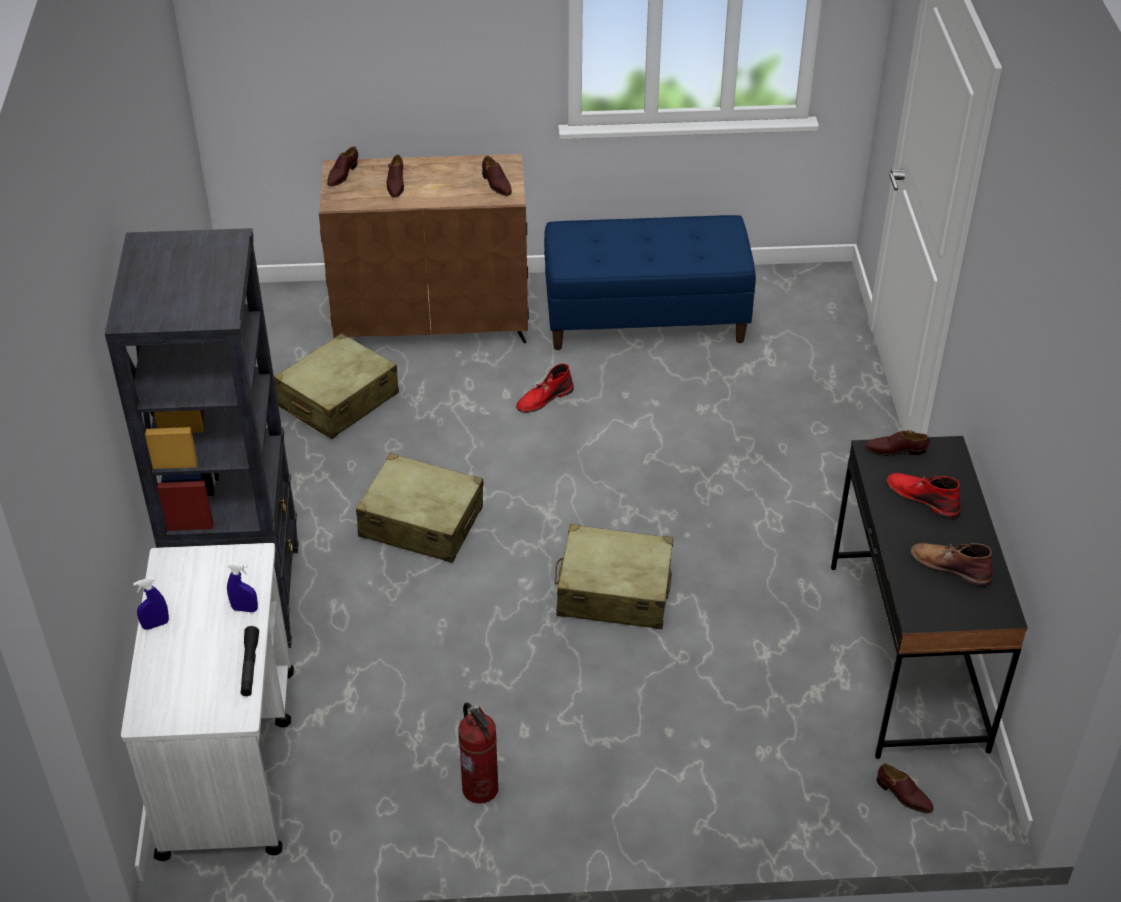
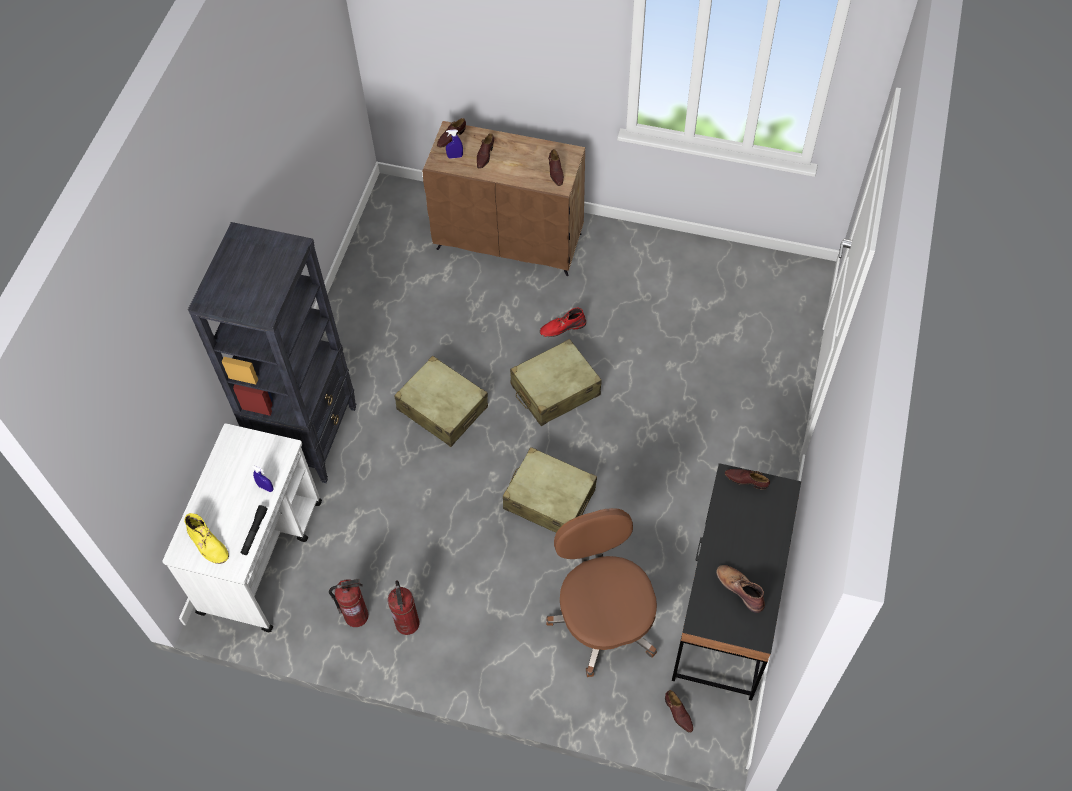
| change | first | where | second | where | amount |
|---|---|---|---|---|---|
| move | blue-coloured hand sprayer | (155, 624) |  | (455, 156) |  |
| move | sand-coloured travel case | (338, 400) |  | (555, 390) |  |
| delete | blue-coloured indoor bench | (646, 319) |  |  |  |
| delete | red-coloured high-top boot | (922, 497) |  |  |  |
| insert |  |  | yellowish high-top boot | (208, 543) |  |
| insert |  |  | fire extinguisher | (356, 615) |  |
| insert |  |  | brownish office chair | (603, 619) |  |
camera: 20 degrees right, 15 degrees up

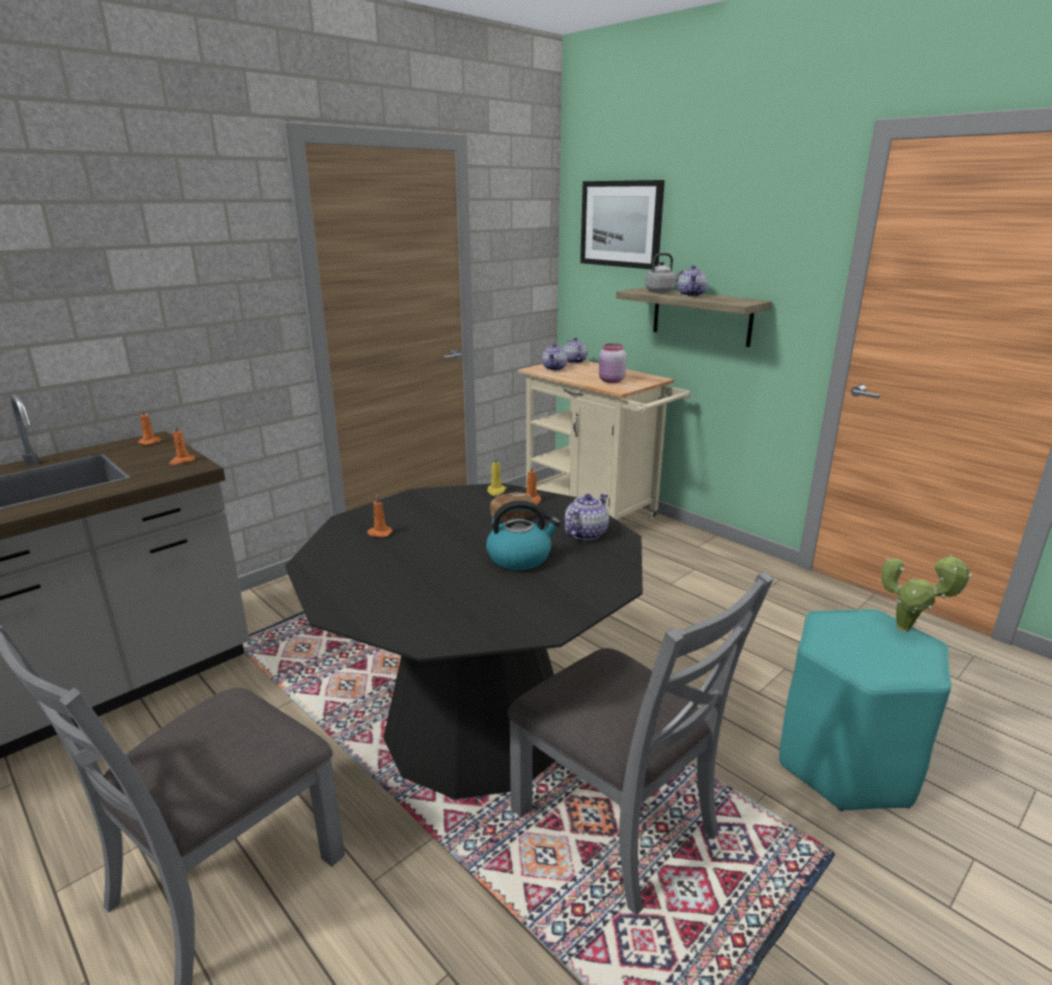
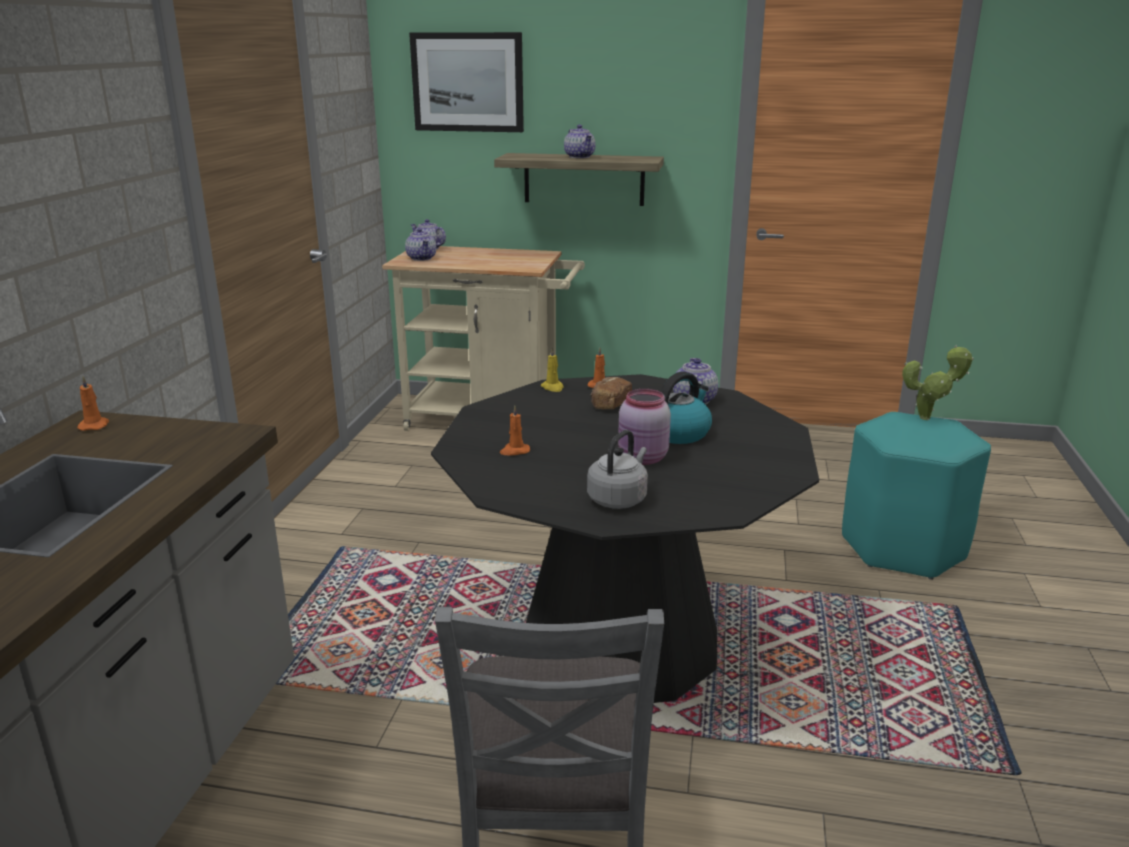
| change | first | where | second | where | amount |
|---|---|---|---|---|---|
| delete | orange-coloured wax light | (182, 461) |  |  |  |
| delete | gray plain chair | (616, 822) |  |  |  |
| move | pink preserve jar | (611, 381) |  | (643, 459) |  |
| move | gray kettle | (661, 291) |  | (619, 499) |  |
camera: 35 degrees left, 0 degrees up

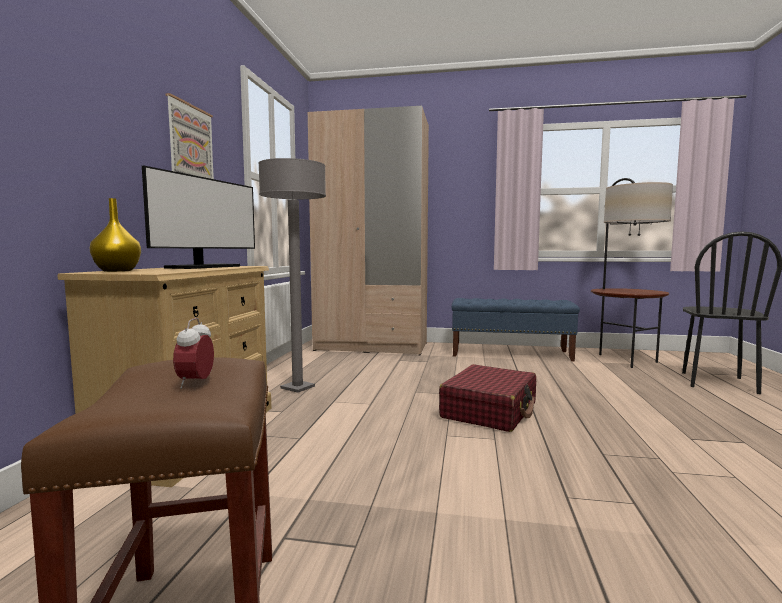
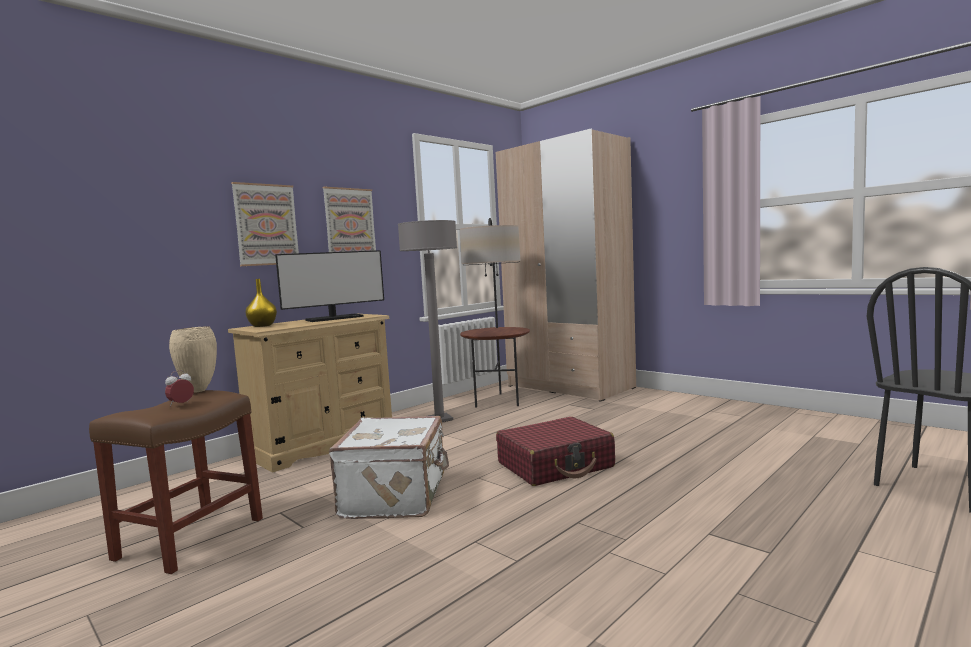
| change | first | where | second | where | amount |
|---|---|---|---|---|---|
| delete | blue-coloured indoor bench | (510, 353) |  |  |  |
| move | floor lamp | (624, 360) |  | (498, 401) |  |
| insert |  |  | sand-coloured flower vase | (197, 391) |  |
| insert |  |  | picture | (266, 225) |  |
| insert |  |  | whitish travel case | (397, 496) |  |
camera: 35 degrees right, 0 degrees up

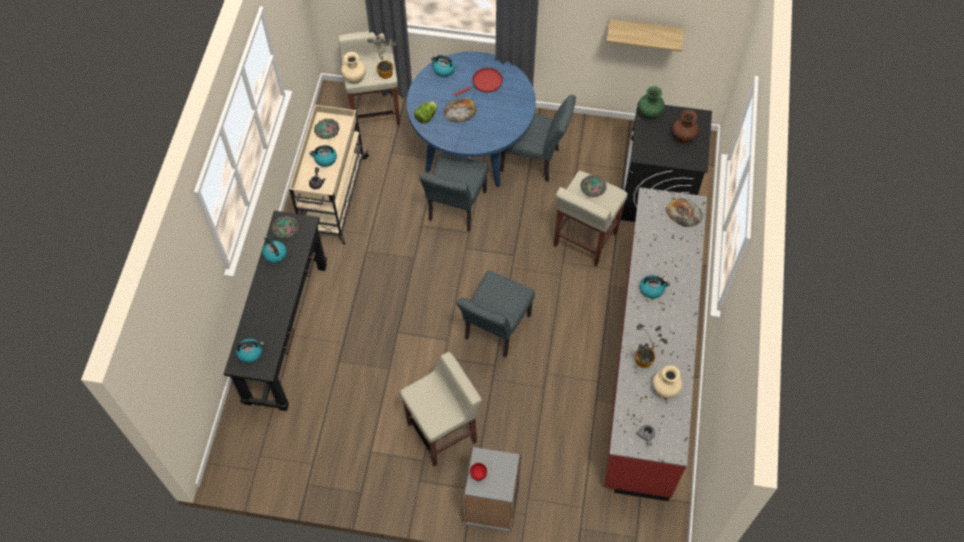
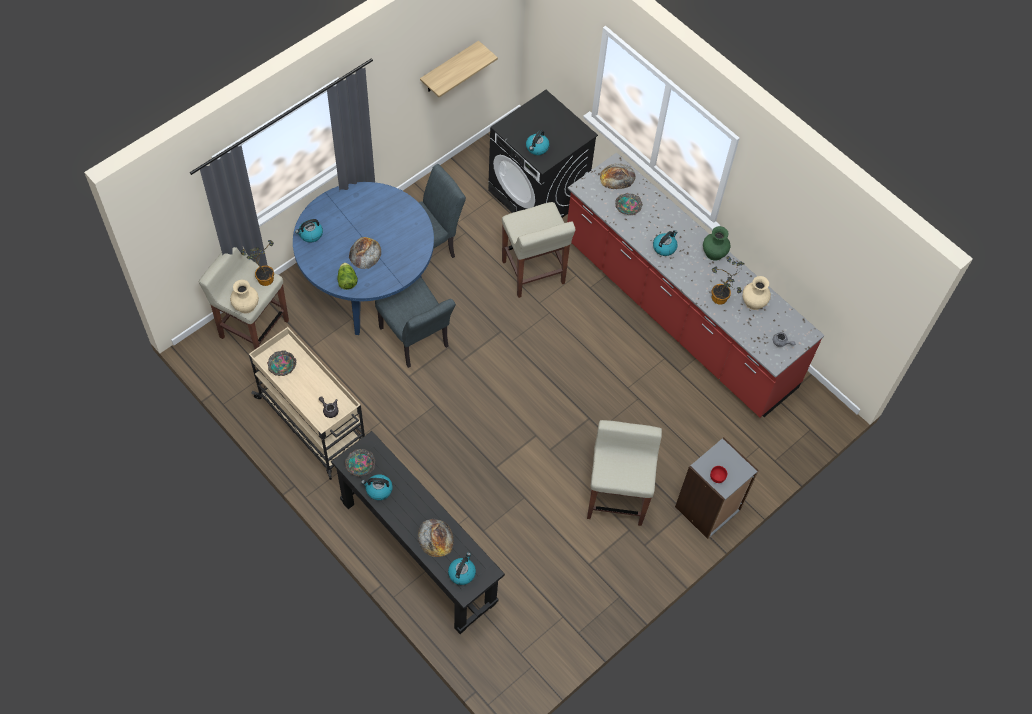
| change | first | where | second | where | amount |
|---|---|---|---|---|---|
| move | kettle | (325, 159) |  | (537, 148) |  |
| delete | red-coloured pan | (485, 83) |  |  |  |
| delete | gray plain chair | (494, 331) |  |  |  |
| move | deep dish | (593, 188) |  | (628, 206) |  |
| move | green-coloured flower vase | (649, 113) |  | (714, 253) |  |
| delete | brownish flower vase | (683, 136) |  |  |  |
| insert |  |  | bread | (435, 538) |  |
camera: 55 degrees left, 0 degrees up

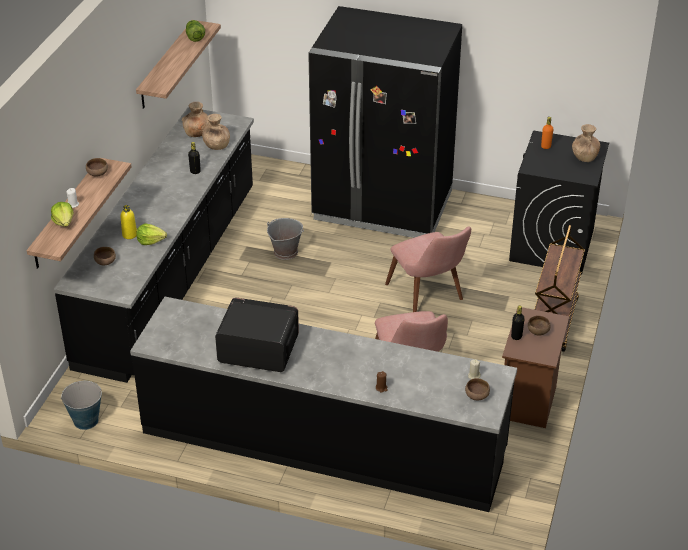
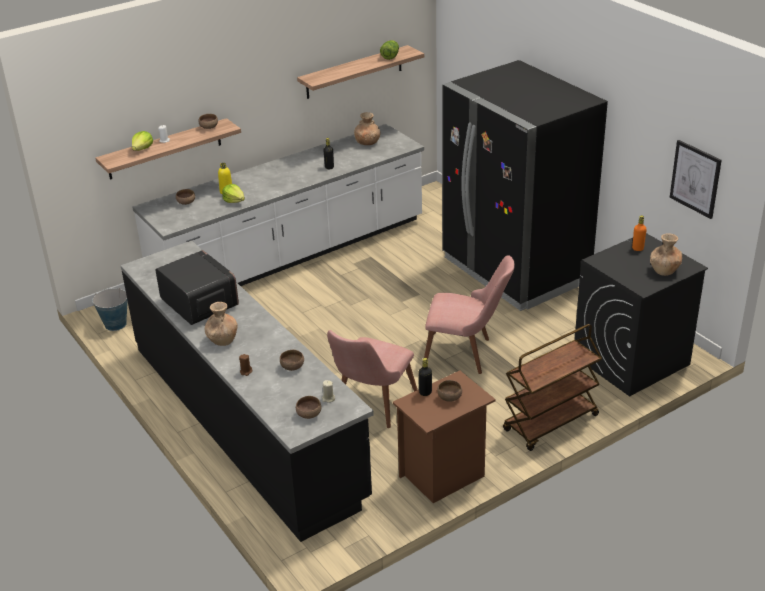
| change | first | where | second | where | amount |
|---|---|---|---|---|---|
| recolor | black kitchen base unit | (170, 275) | whitish kitchen base unit | (291, 254) |  |
| move | brownish flower vase | (216, 145) |  | (222, 339) |  |
| delete | gray water bucket | (285, 252) |  |  |  |
| rotate | pink plain chair | (430, 297) |  | (466, 354) | 90 degrees counterclockwise |
| insert |  |  | brownish deep dish | (292, 366) |  |
| insert |  |  | picture | (695, 178) |  |
camera: 40 degrees right, 5 degrees down

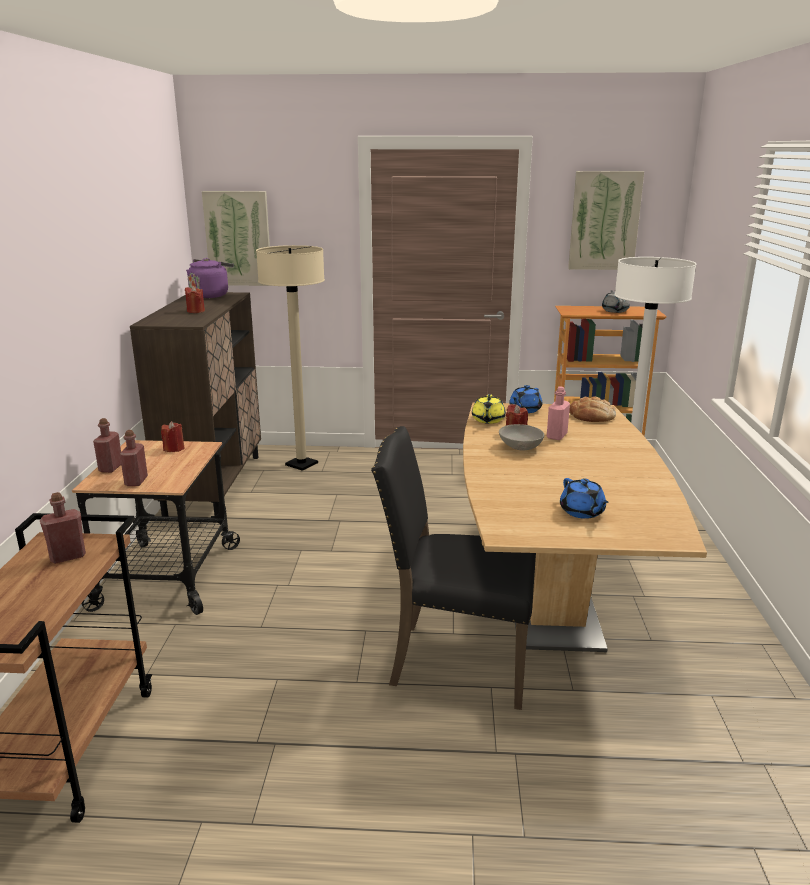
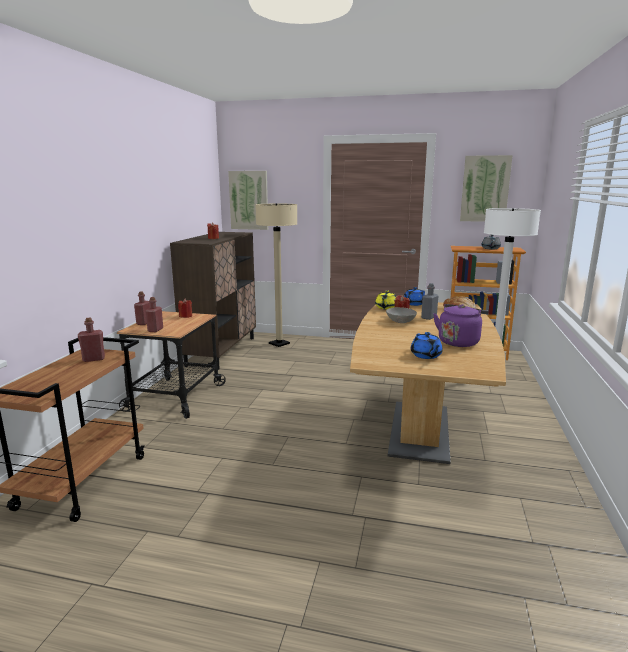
| change | first | where | second | where | amount |
|---|---|---|---|---|---|
| move | purple kettle | (211, 295) |  | (459, 342) |  |
| delete | black plain chair | (456, 661) |  |  |  |
| recolor | pink bottle | (556, 436) | gray bottle | (429, 317) |  |
camera: 10 degrees right, 5 degrees down

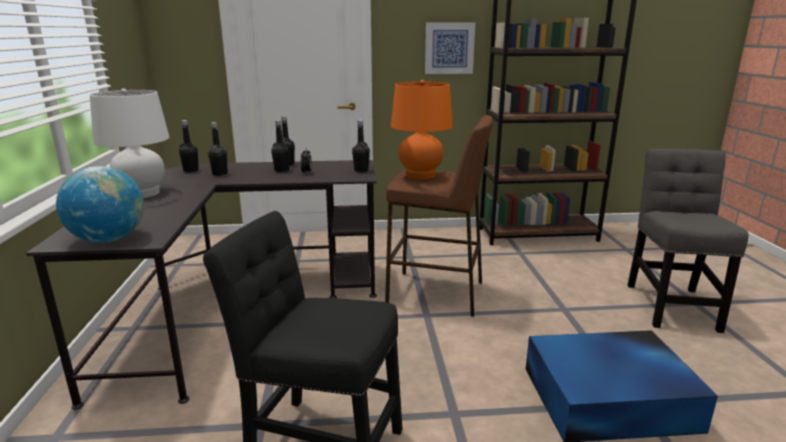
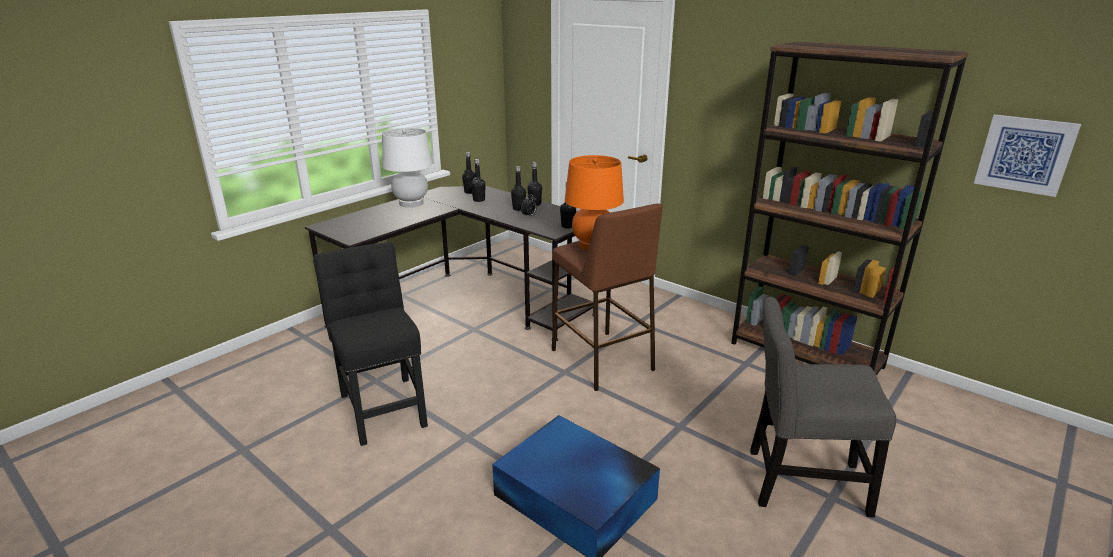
| change | first | where | second | where | amount |
|---|---|---|---|---|---|
| delete | globe | (109, 239) |  |  |  |
| move | picture | (449, 48) |  | (1025, 154) |  |
| rotate | gray plain chair | (671, 304) |  | (800, 482) | 135 degrees counterclockwise |
camera: 45 degrees right, 5 degrees up

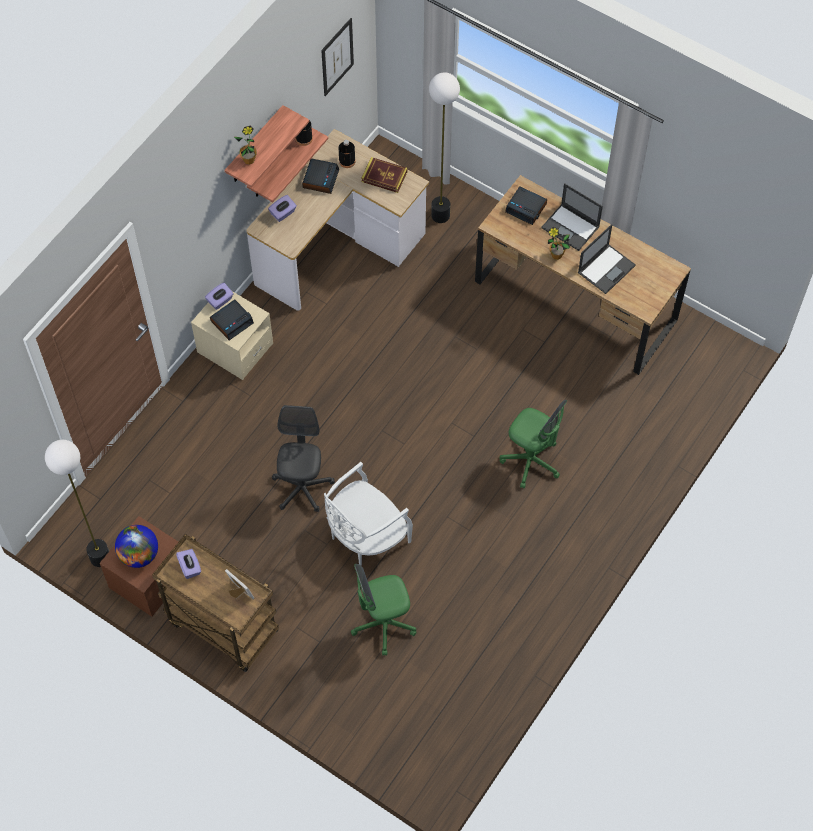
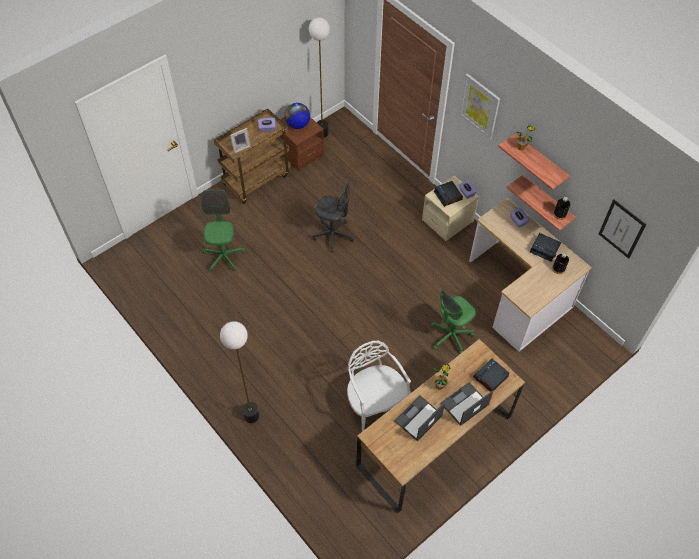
| change | first | where | second | where | amount |
|---|---|---|---|---|---|
| move | whitish plain chair | (366, 536) |  | (375, 402) |  |
| delete | book | (384, 176) |  |  |  |
| move | floor lamp | (440, 215) |  | (251, 416) |  |
| move | green-coloured office chair | (531, 461) |  | (451, 336) |  |
| rotate | laptop | (606, 268) |  | (418, 419) | 75 degrees clockwise |
| insert |  |  | picture | (479, 106) |  |
camera: 105 degrees right, 5 degrees down

